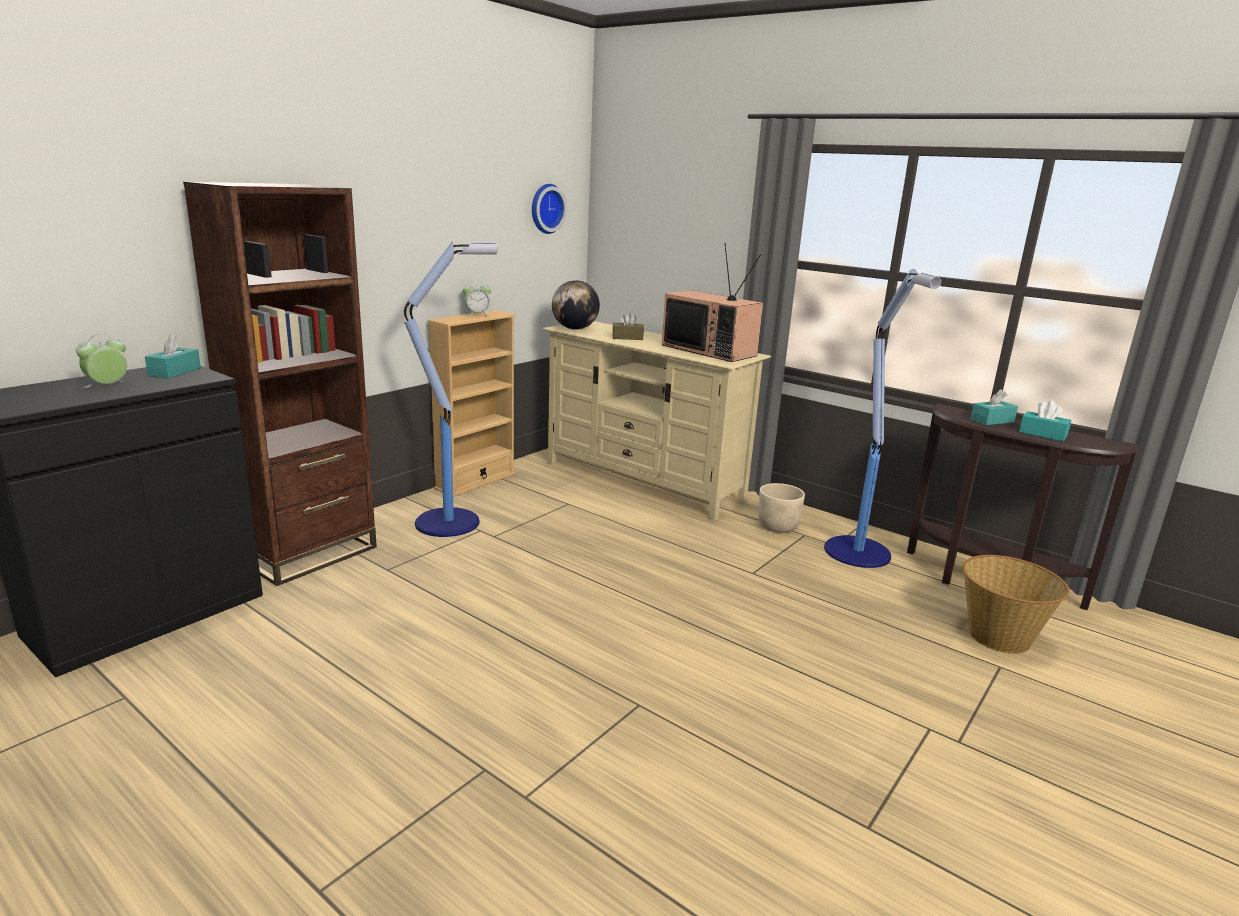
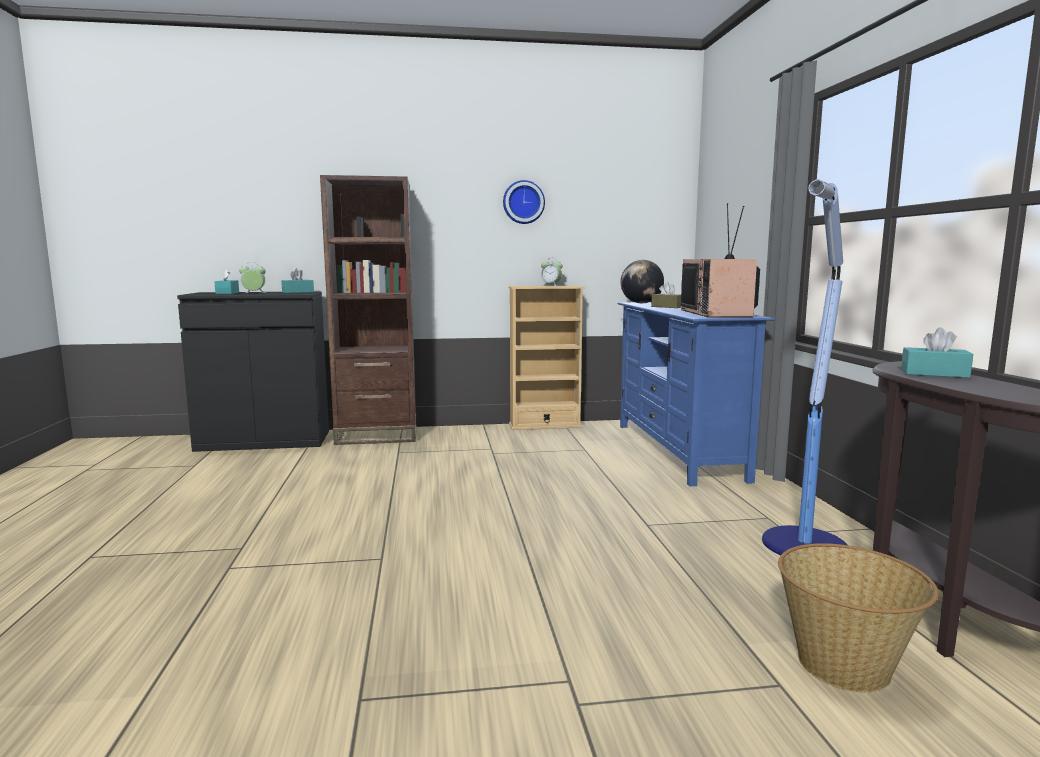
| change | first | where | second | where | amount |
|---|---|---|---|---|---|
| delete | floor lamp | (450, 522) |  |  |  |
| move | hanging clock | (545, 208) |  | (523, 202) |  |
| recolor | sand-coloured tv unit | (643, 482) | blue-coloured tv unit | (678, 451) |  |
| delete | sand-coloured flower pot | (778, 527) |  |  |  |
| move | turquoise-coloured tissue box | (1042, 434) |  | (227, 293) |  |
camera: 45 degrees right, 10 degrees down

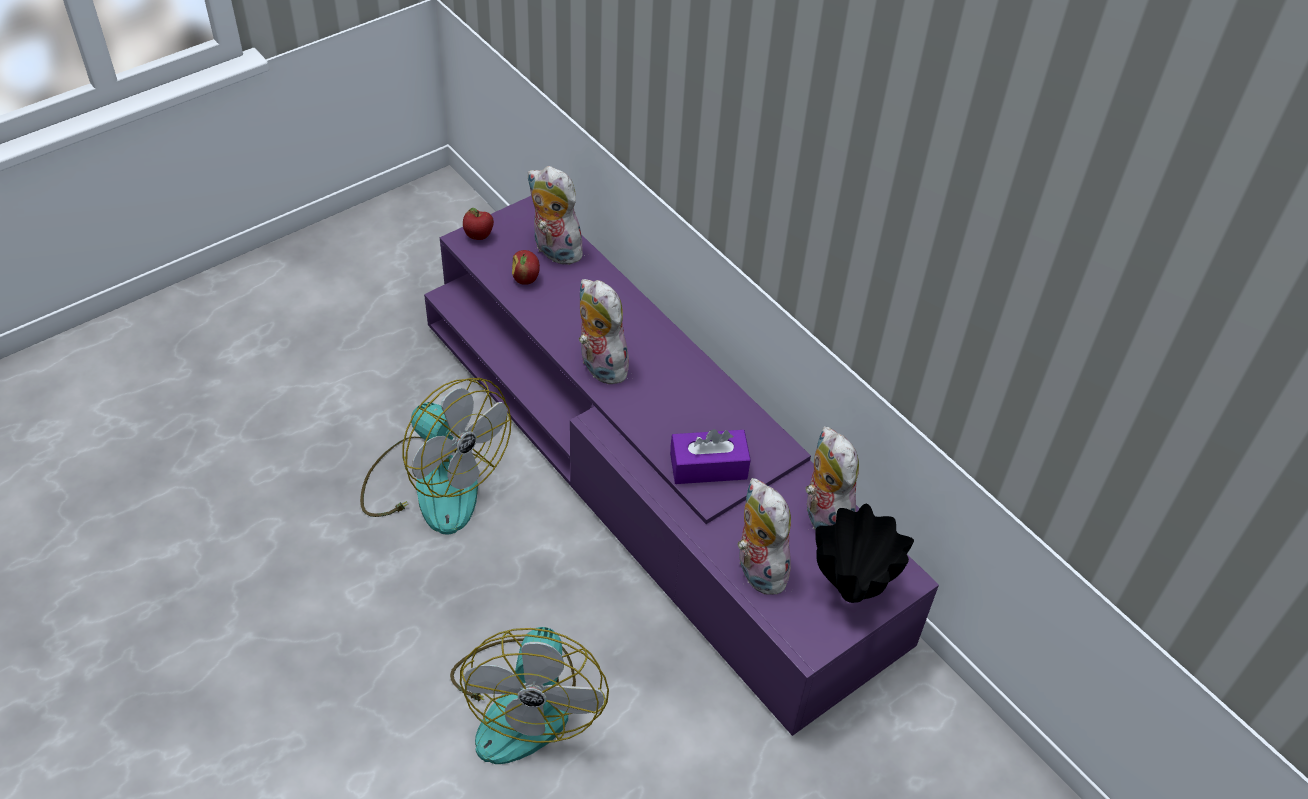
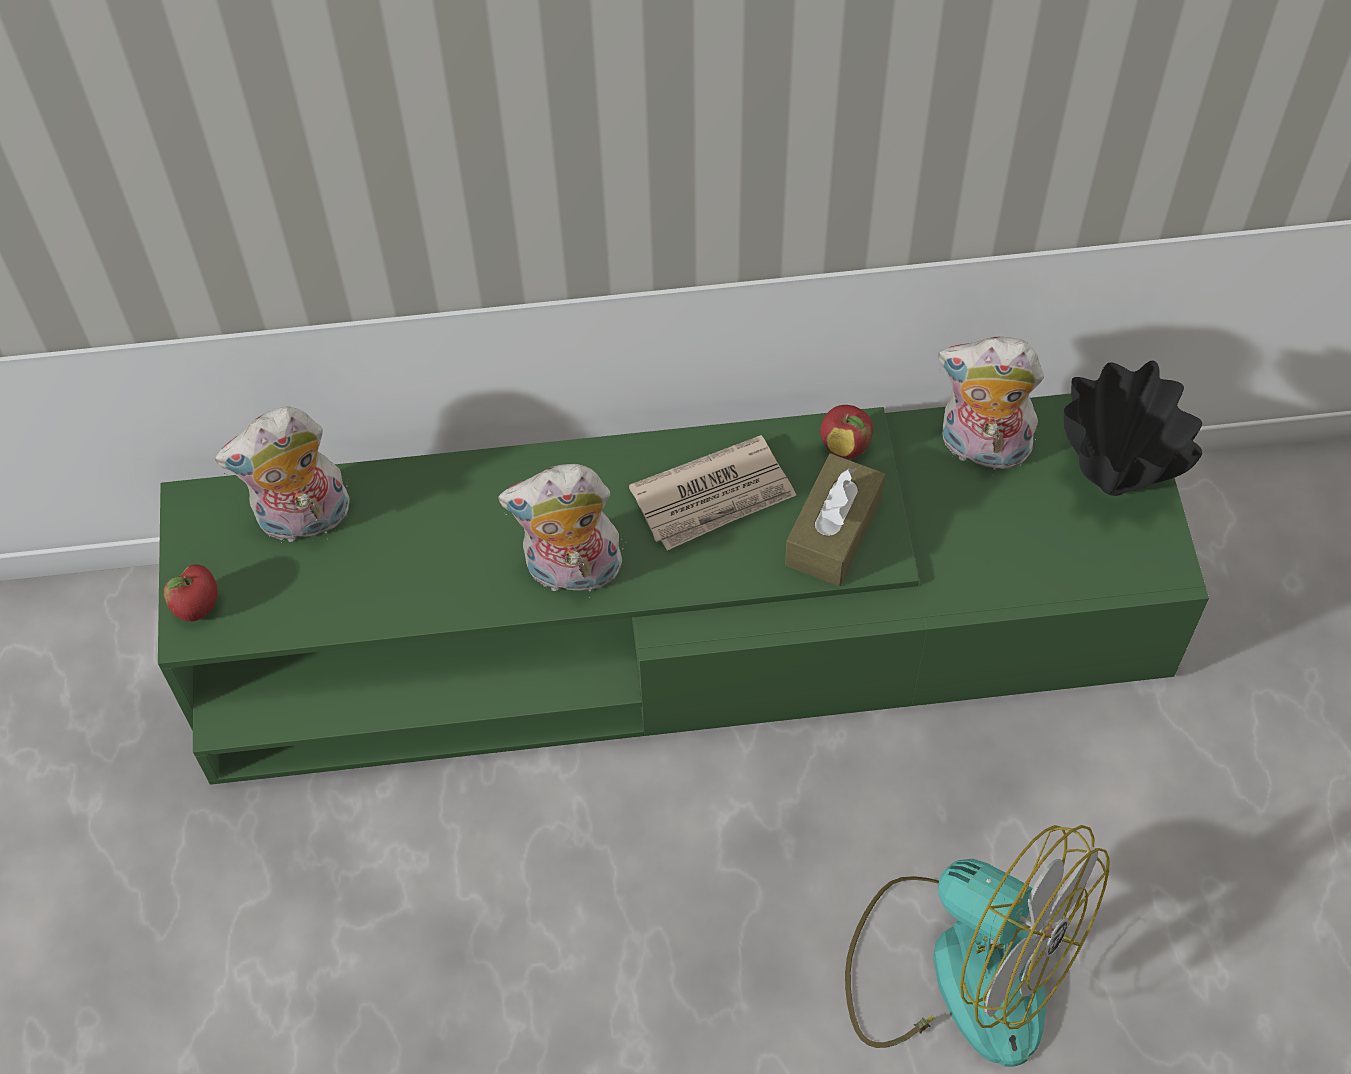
| change | first | where | second | where | amount |
|---|---|---|---|---|---|
| delete | fan | (433, 482) |  |  |  |
| recolor | purple tv unit | (649, 473) | green-coloured tv unit | (678, 628) |  |
| move | apple | (526, 279) |  | (845, 446) |  |
| recolor | purple tissue box | (708, 466) | brownish tissue box | (833, 532) |  |
| delete | soft toy | (757, 569) |  |  |  |
| insert |  |  | printed paper | (714, 497) |  |
camera: 55 degrees left, 10 degrees up

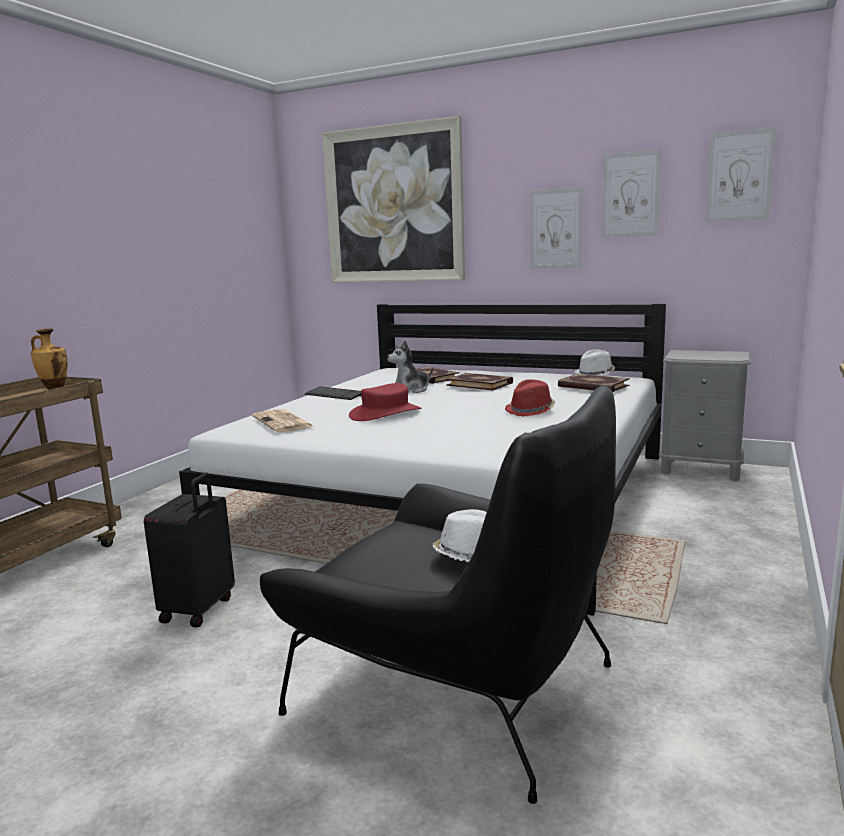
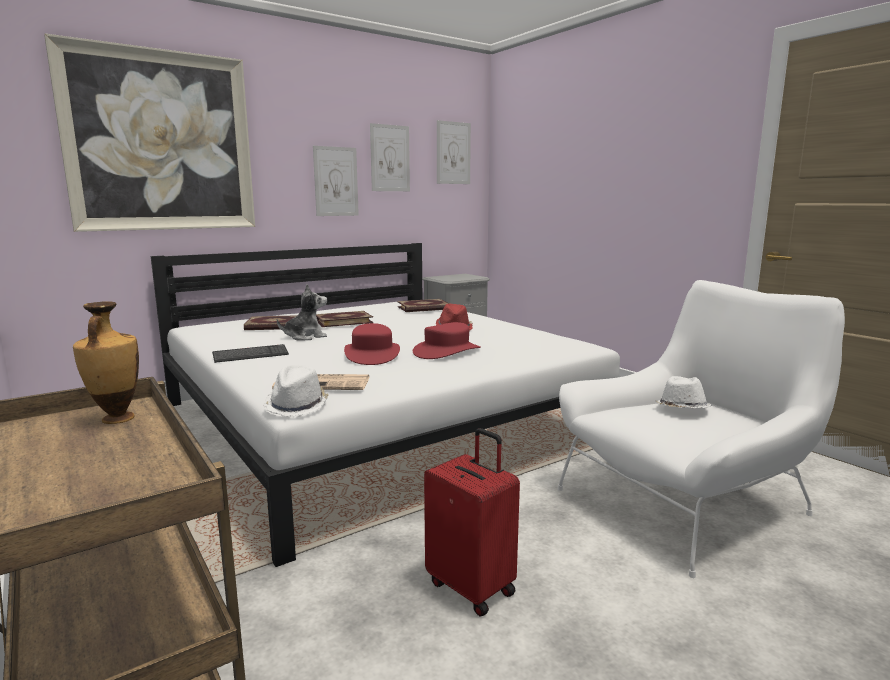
| change | first | where | second | where | amount |
|---|---|---|---|---|---|
| recolor | black travel case | (199, 610) | red-coloured travel case | (472, 587) |  |
| recolor | black lounge chair | (455, 685) | whitish lounge chair | (683, 503) |  |
| rotate | soft toy | (410, 390) |  | (305, 337) | 120 degrees counterclockwise |
| move | whitish hat | (595, 374) |  | (297, 406) |  |
| insert |  |  | red-coloured hat | (446, 351) |  |
camera: 60 degrees left, 0 degrees up

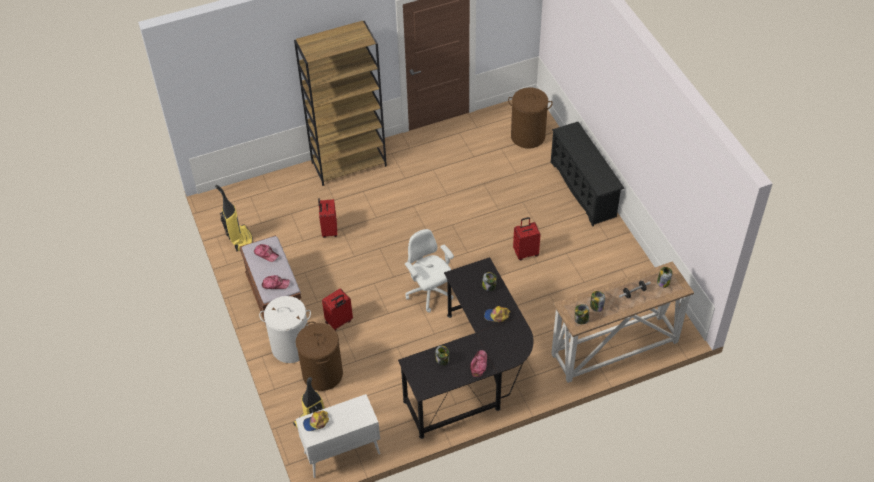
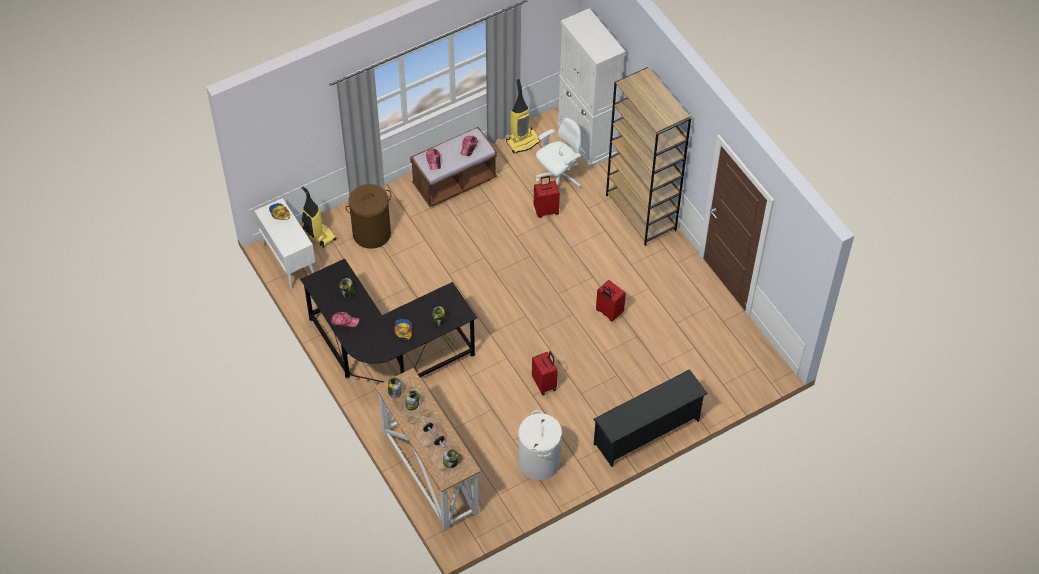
| change | first | where | second | where | amount |
|---|---|---|---|---|---|
| move | whitish hamper | (291, 347) |  | (539, 462) |  |
| move | red-coloured travel case | (339, 322) |  | (608, 312) |  |
| move | whitish office chair | (429, 293) |  | (558, 179) |  |
| delete | brownish hamper | (528, 136) |  |  |  |
| insert |  |  | whitish storage cabinet | (586, 140) |  |
camera: 80 degrees right, 5 degrees up

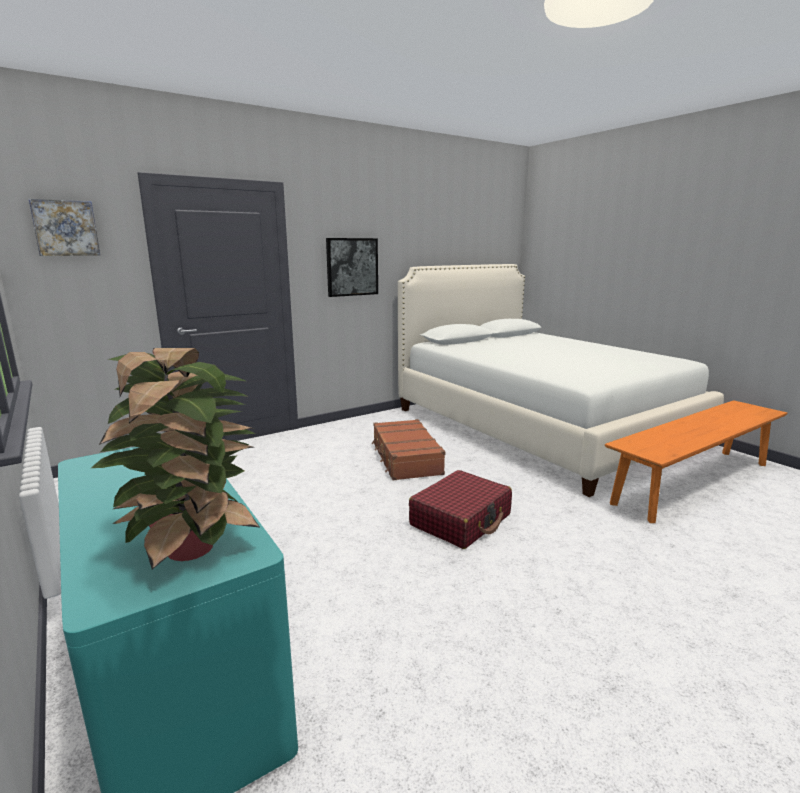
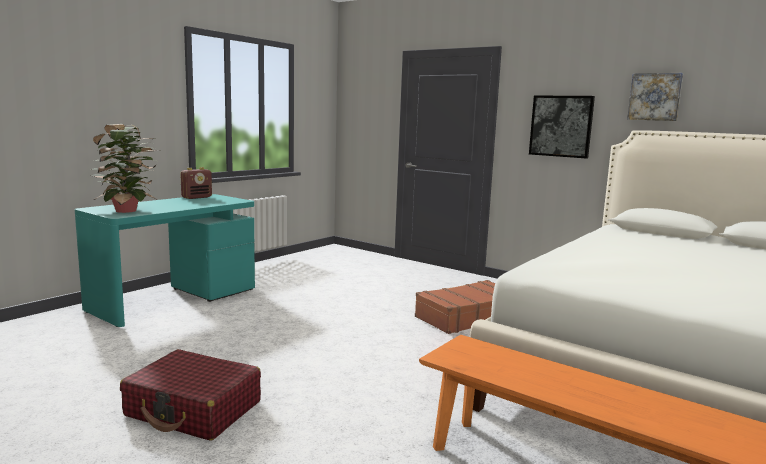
| change | first | where | second | where | amount |
|---|---|---|---|---|---|
| move | picture | (65, 228) |  | (655, 97) |  |
| move | red-coloured travel case | (461, 520) |  | (194, 409) |  |
| insert |  |  | radio | (197, 197) |  |
camera: 70 degrees right, 5 degrees down

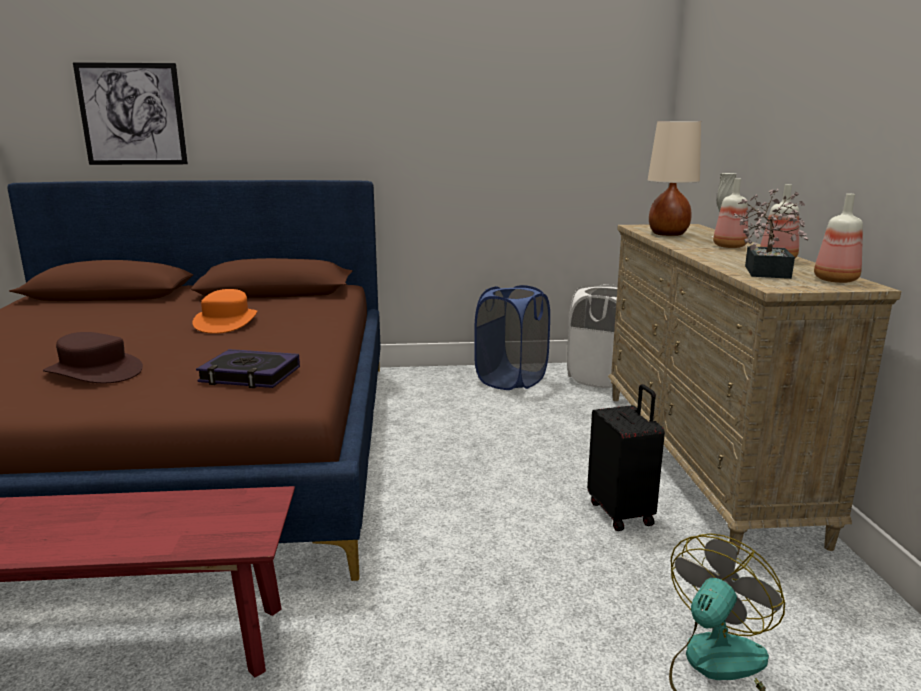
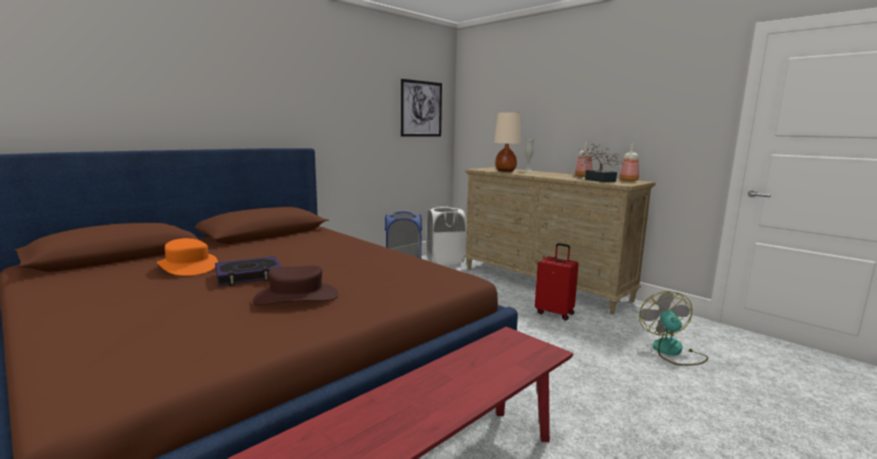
| change | first | where | second | where | amount |
|---|---|---|---|---|---|
| move | picture | (132, 114) |  | (421, 109) |  |
| move | orange-coloured hat | (226, 322) |  | (188, 266) |  |
| move | book | (250, 375) |  | (249, 276) |  |
| recolor | black travel case | (622, 513) | red-coloured travel case | (555, 313) |  |
| delete | bottle | (730, 246) |  |  |  |
camera: 40 degrees left, 5 degrees down

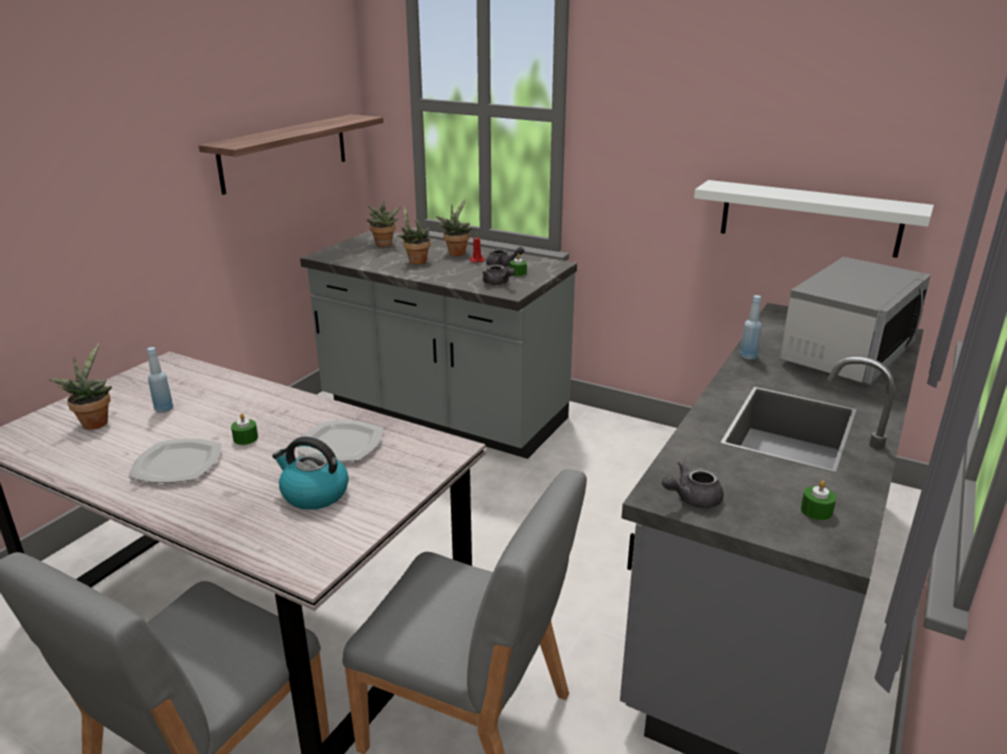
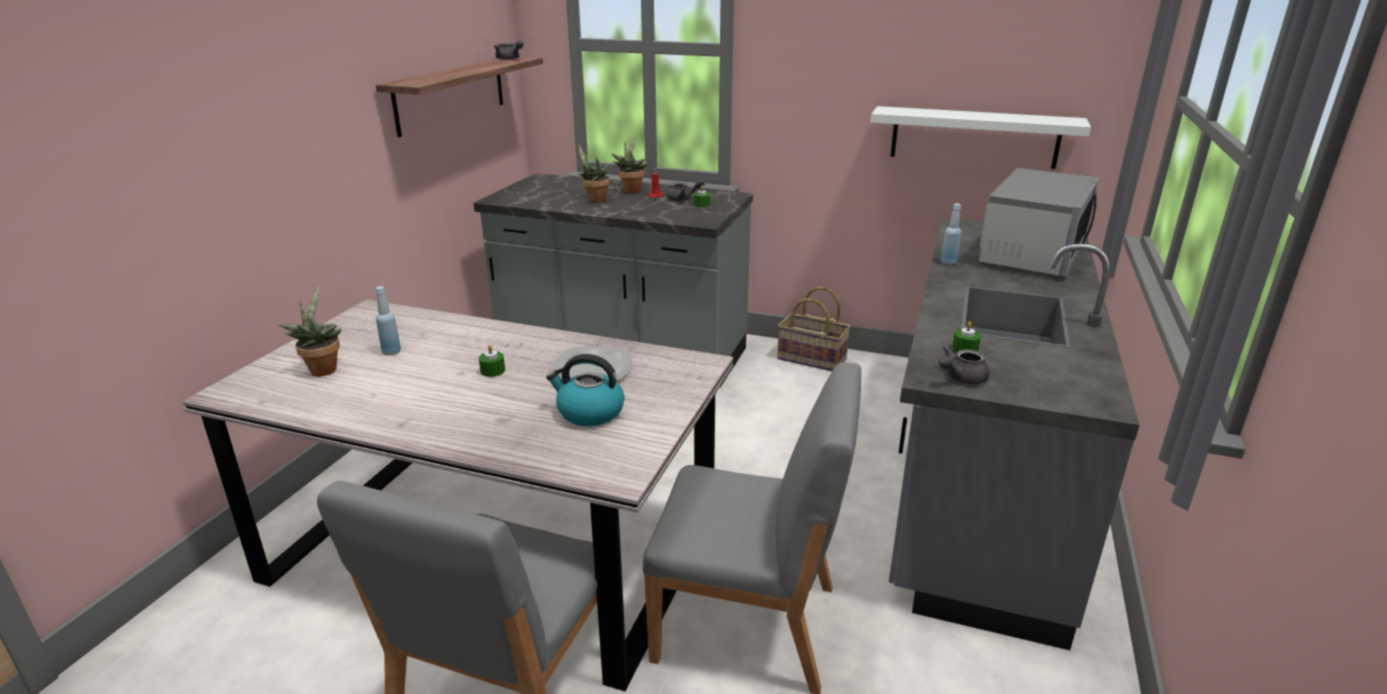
| change | first | where | second | where | amount |
|---|---|---|---|---|---|
| delete | dinner plate | (176, 464) |  |  |  |
| delete | houseplant | (384, 245) |  |  |  |
| move | gray tea pot | (498, 283) |  | (509, 59) |  |
| move | green-coloured wax light | (816, 511) |  | (965, 349) |  |
| insert |  |  | basket | (811, 359) |  |
camera: 10 degrees left, 0 degrees up

